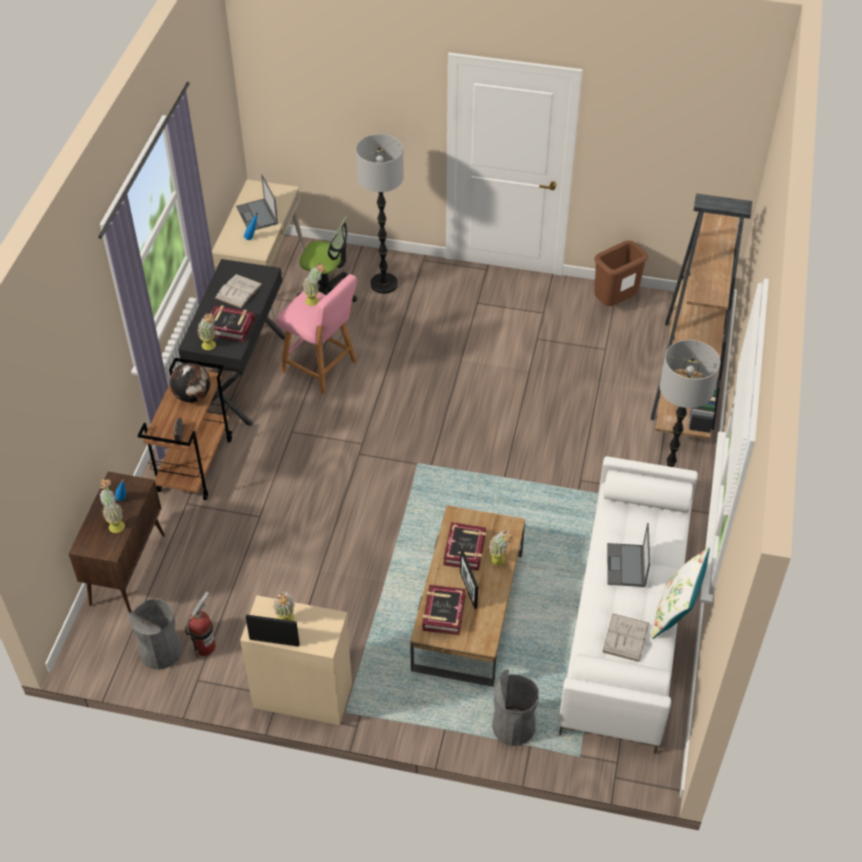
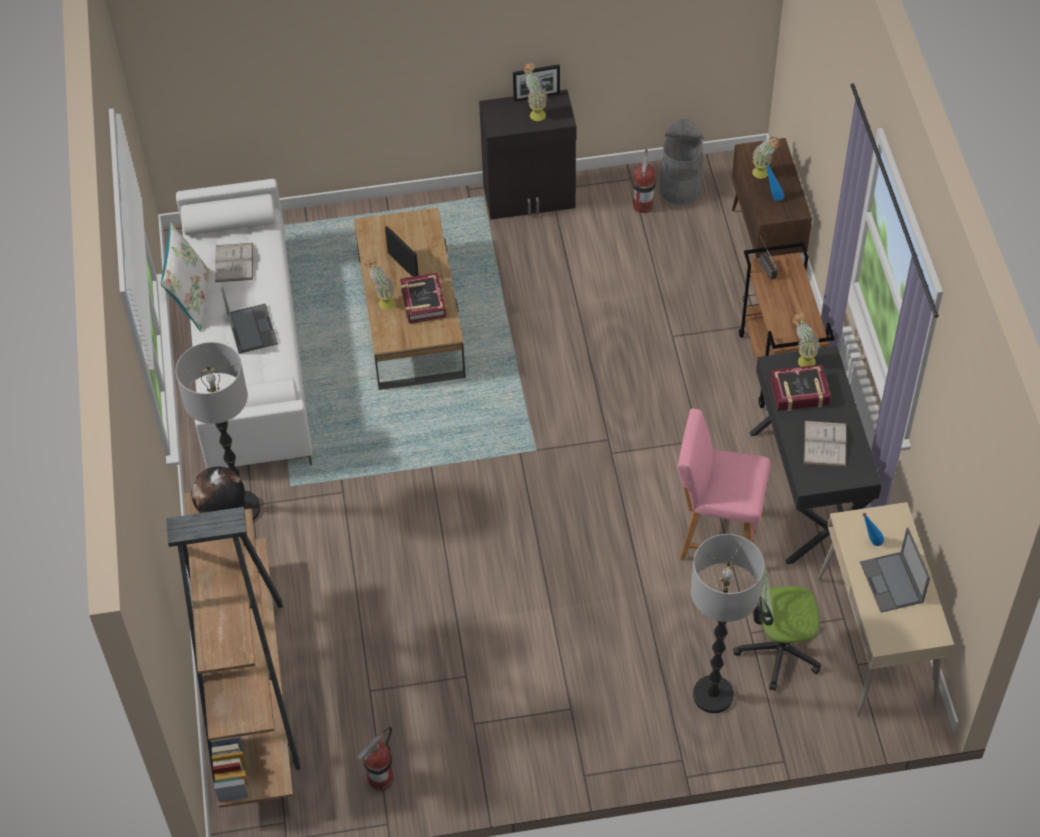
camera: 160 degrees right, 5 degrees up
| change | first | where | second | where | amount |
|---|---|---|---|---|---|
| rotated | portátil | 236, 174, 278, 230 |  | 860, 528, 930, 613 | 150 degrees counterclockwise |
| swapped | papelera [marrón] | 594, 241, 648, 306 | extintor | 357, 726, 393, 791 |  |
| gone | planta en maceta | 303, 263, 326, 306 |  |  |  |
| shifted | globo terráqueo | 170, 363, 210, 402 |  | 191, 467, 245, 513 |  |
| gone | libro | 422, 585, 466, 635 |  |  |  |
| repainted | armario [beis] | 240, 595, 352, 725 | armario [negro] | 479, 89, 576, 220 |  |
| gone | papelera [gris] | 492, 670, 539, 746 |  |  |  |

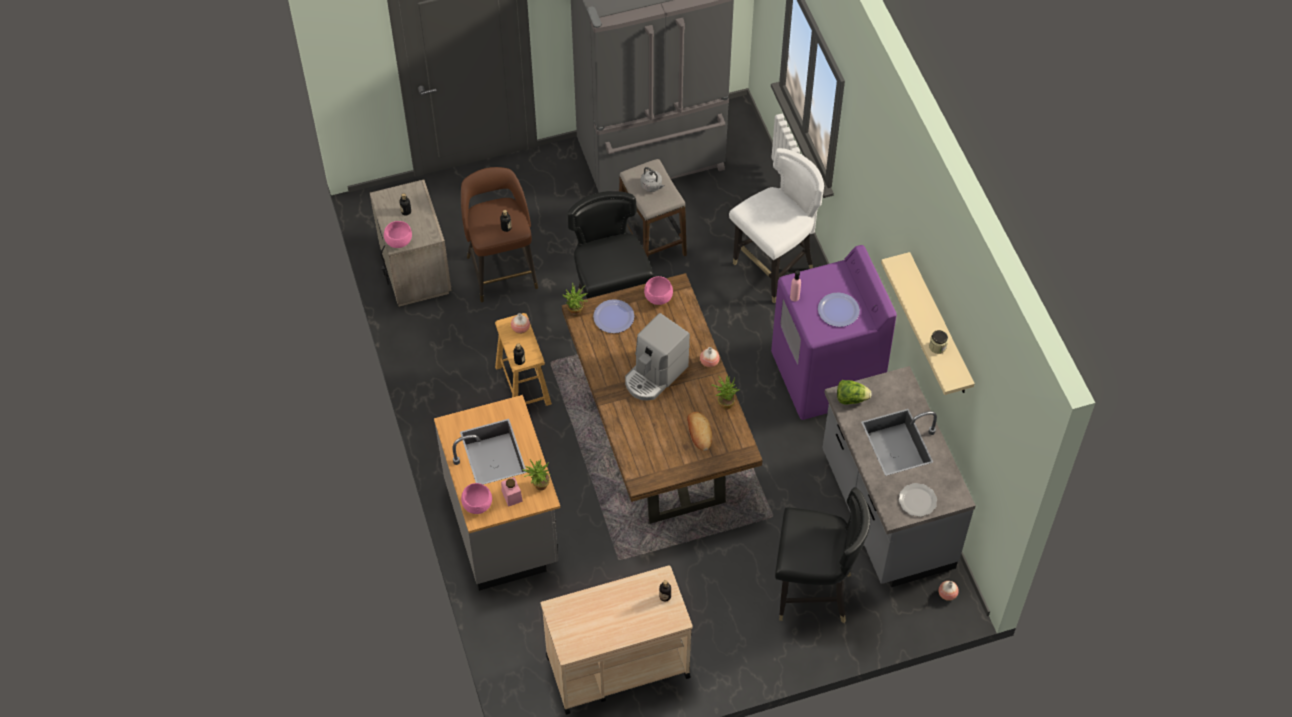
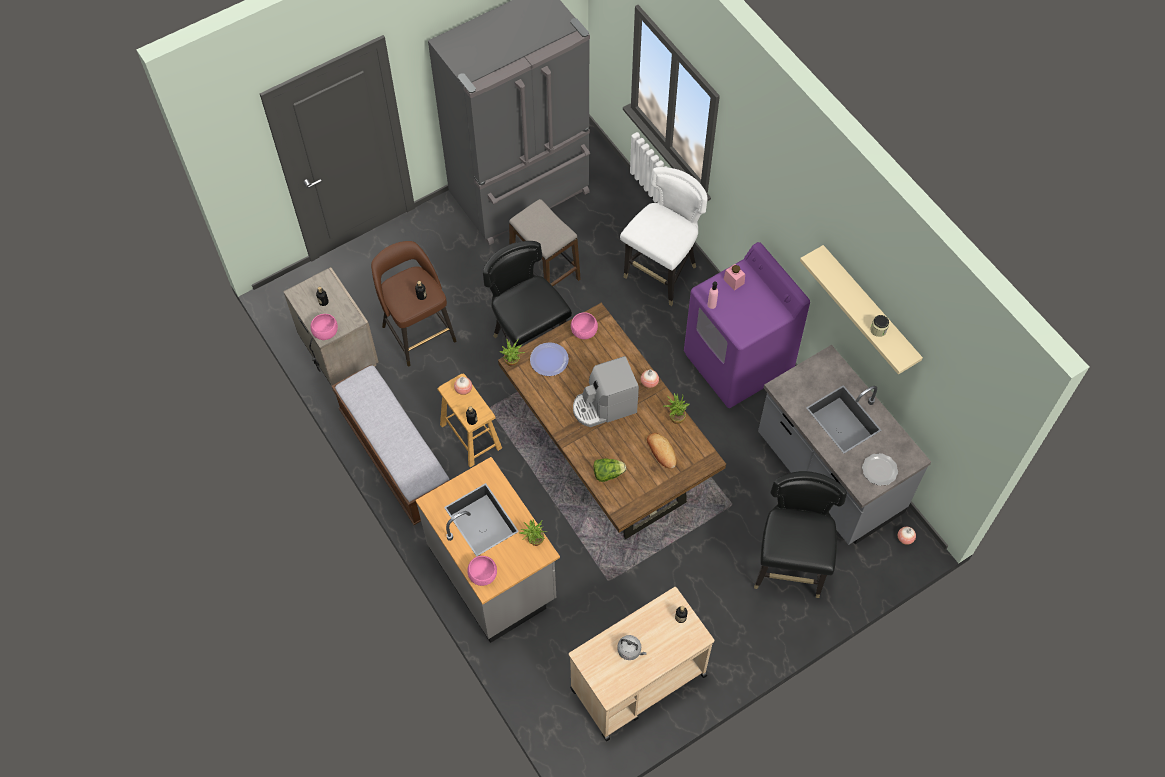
camera: 15 degrees left, 5 degrees up
| change | first | where | second | where | amount |
|---|---|---|---|---|---|
| shifted | hervidor [gris] | 641, 167, 664, 192 |  | 617, 635, 647, 660 |  |
| gone | plato | 818, 292, 860, 327 |  |  |  |
| rotated | cafetera | 625, 313, 690, 401 |  | 573, 356, 639, 427 | 45 degrees clockwise |
| shifted | lechuga | 837, 380, 872, 404 |  | 594, 458, 626, 482 |  |
| shifted | tarro [rosa] | 501, 477, 523, 507 |  | 723, 264, 745, 291 |  |
| rotated | silla [negro] | 775, 487, 870, 623 |  | 754, 471, 847, 598 | 75 degrees counterclockwise |
| new |  |  | banco | 332, 365, 450, 525 |  |

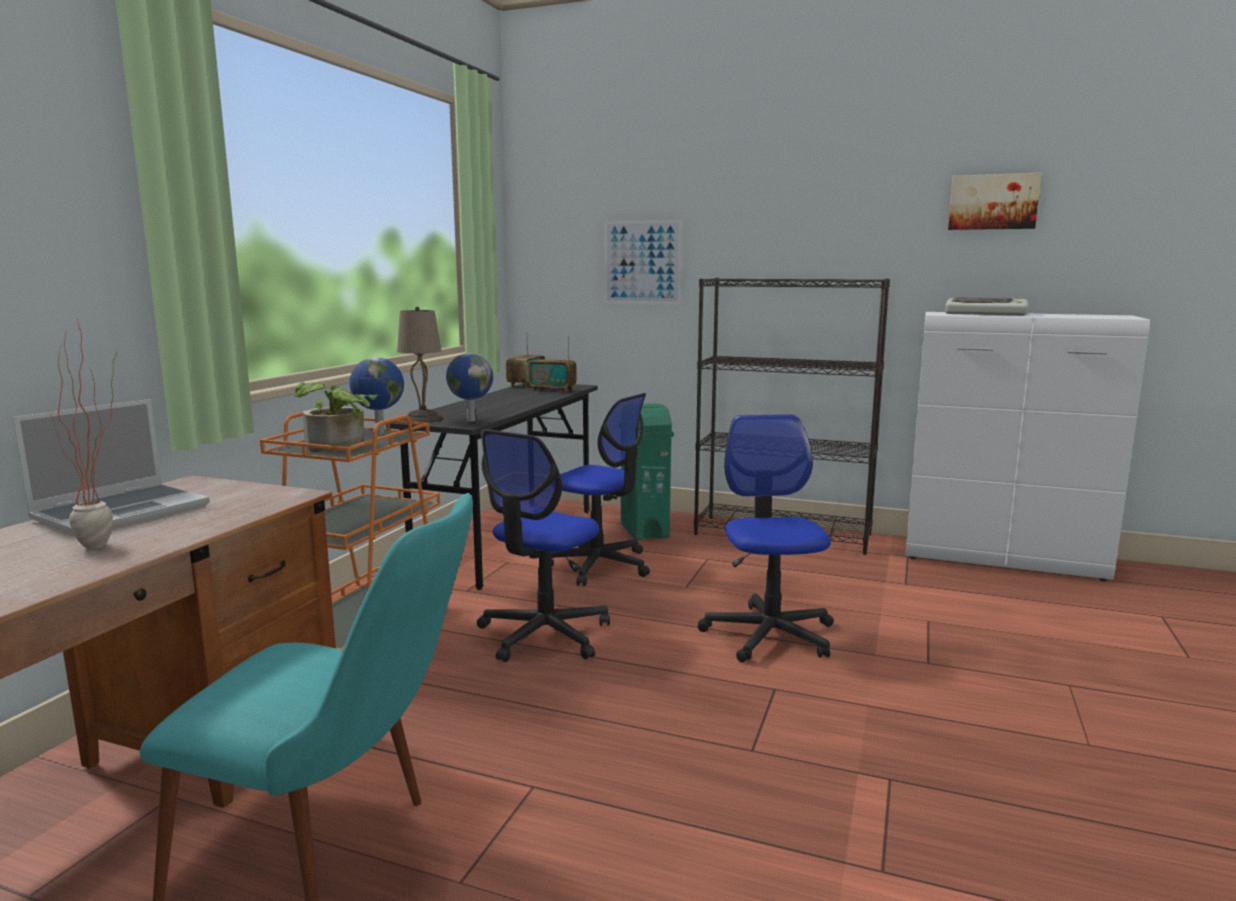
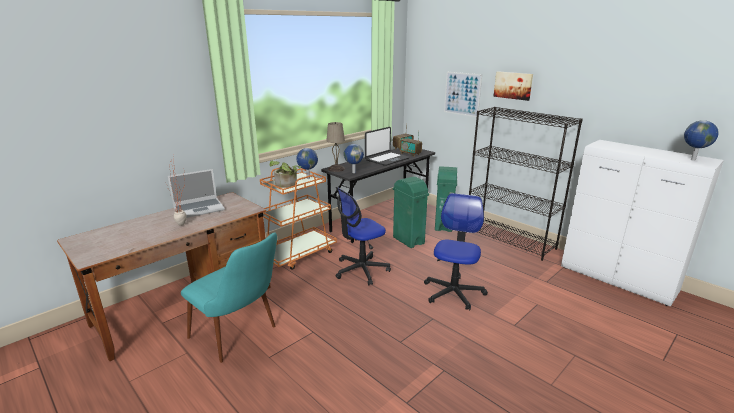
camera: 25 degrees right, 10 degrees up
| change | first | where | second | where | amount |
|---|---|---|---|---|---|
| shifted | cuadro | 948, 173, 1041, 230 |  | 493, 71, 533, 101 |  |
| gone | teclado | 945, 298, 1028, 316 |  |  |  |
| swapped | silla de oficina | 550, 393, 650, 586 | papelera [verde] | 393, 177, 429, 248 |  |
| new |  |  | globo terráqueo | 684, 120, 719, 161 |  |
| new |  |  | portátil | 365, 127, 410, 166 |  |

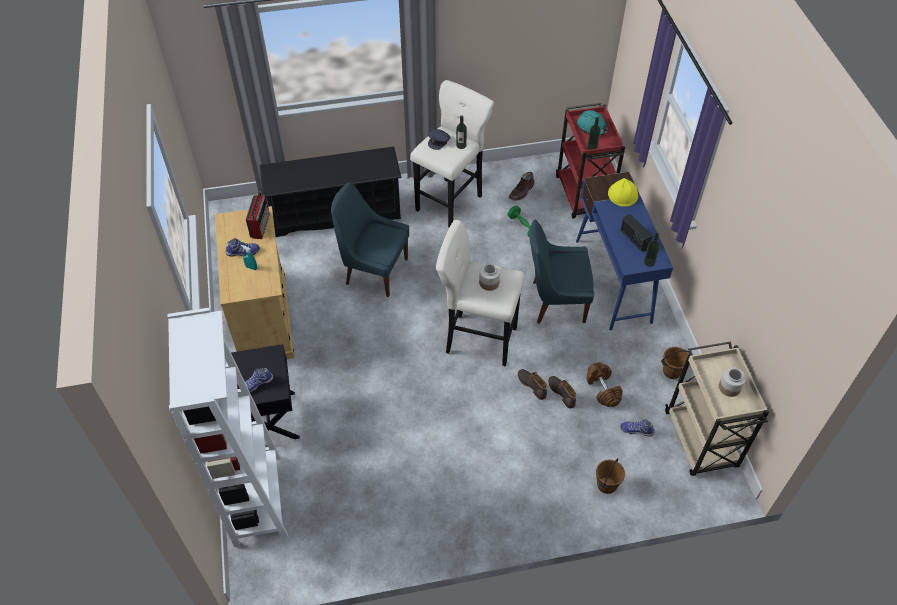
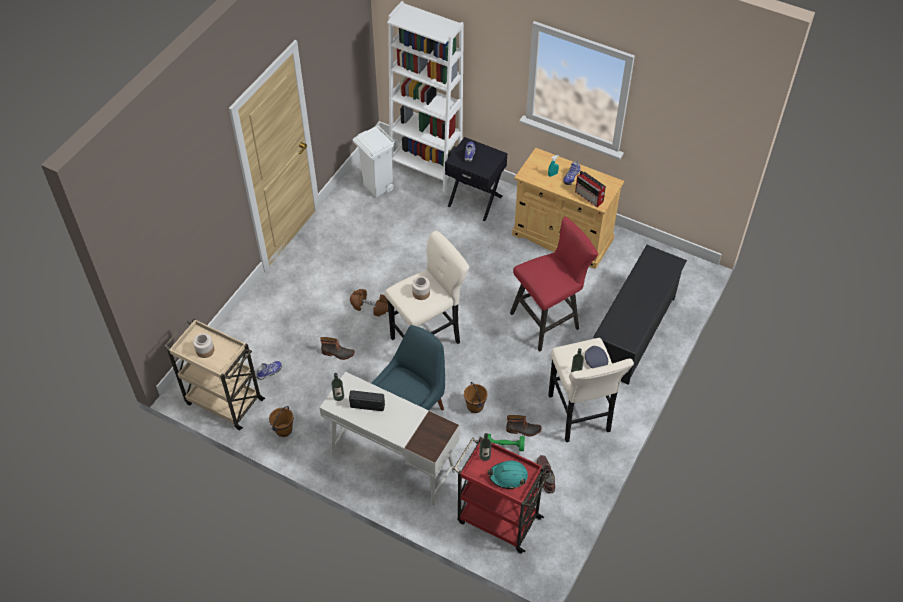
camera: 130 degrees right, 0 degrees up
| change | first | where | second | where | amount |
|---|---|---|---|---|---|
| repainted | escritorio [azul] | 576, 172, 673, 331 | escritorio [blanco] | 319, 372, 459, 506 |  |
| gone | casco [amarillo] | 608, 178, 638, 207 |  |  |  |
| swapped | silla [azul] | 331, 182, 409, 297 | taburete [rojo] | 510, 217, 598, 352 |  |
| shifted | mancuerna [marrón] | 586, 362, 623, 407 |  | 350, 289, 388, 316 |  |
| shifted | bota | 518, 369, 547, 400 |  | 506, 415, 542, 436 |  |
| shifted | cubo [marrón] | 596, 458, 625, 494 |  | 464, 382, 488, 413 |  |
| new |  |  | papelera [blanco] | 353, 125, 395, 197 |  |

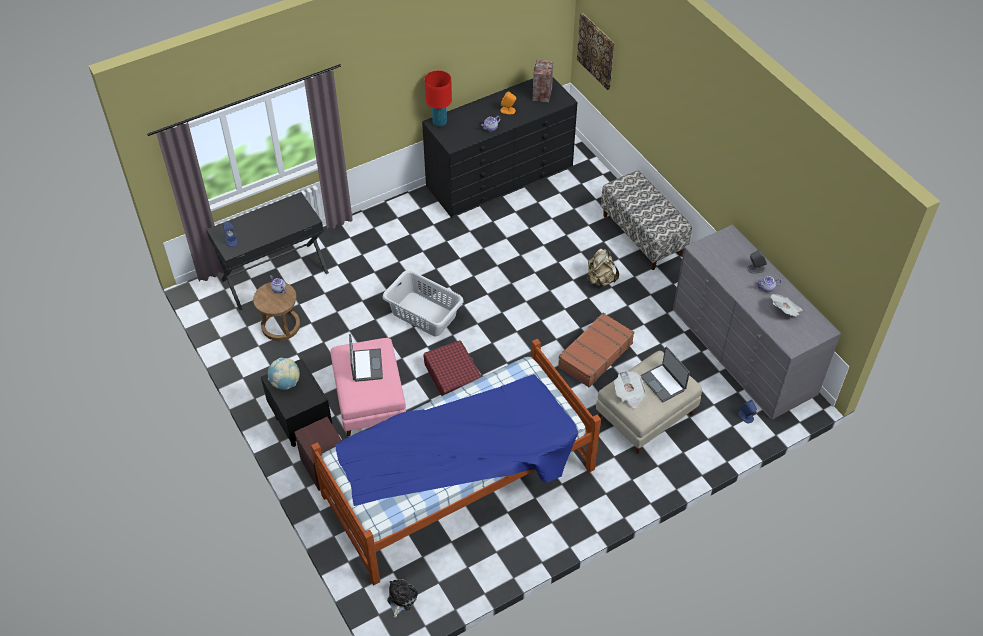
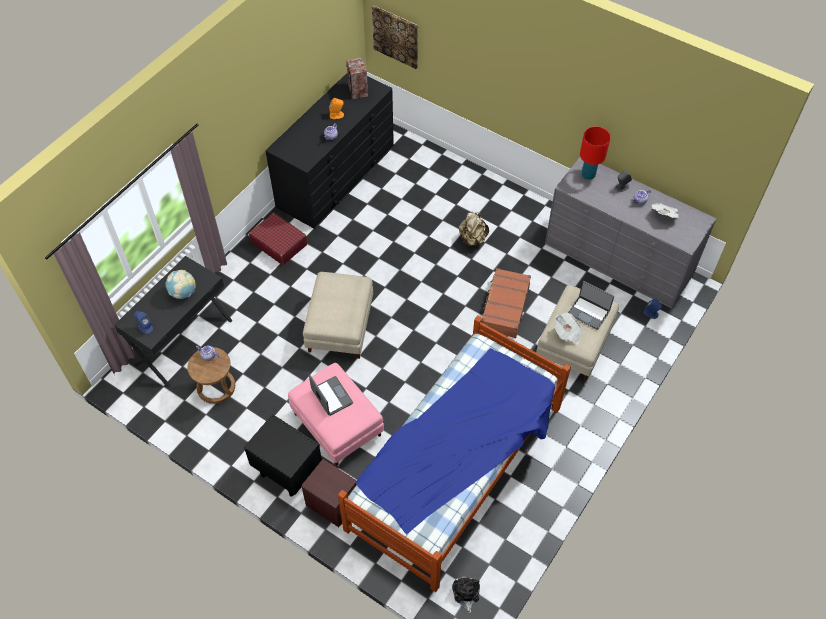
camera: 25 degrees left, 5 degrees up
| change | first | where | second | where | amount |
|---|---|---|---|---|---|
| shifted | lámpara de mesa [rojo] | 425, 70, 452, 127 |  | 580, 127, 611, 180 |  |
| gone | banco | 601, 170, 692, 270 |  |  |  |
| swapped | cesto de la ropa [gris] | 383, 270, 464, 336 | puf [beis] | 303, 272, 373, 359 |  |
| shifted | maleta [rojo] | 424, 340, 482, 396 |  | 249, 213, 307, 265 |  |
| shifted | globo terráqueo | 268, 358, 300, 390 |  | 166, 270, 196, 299 |  |

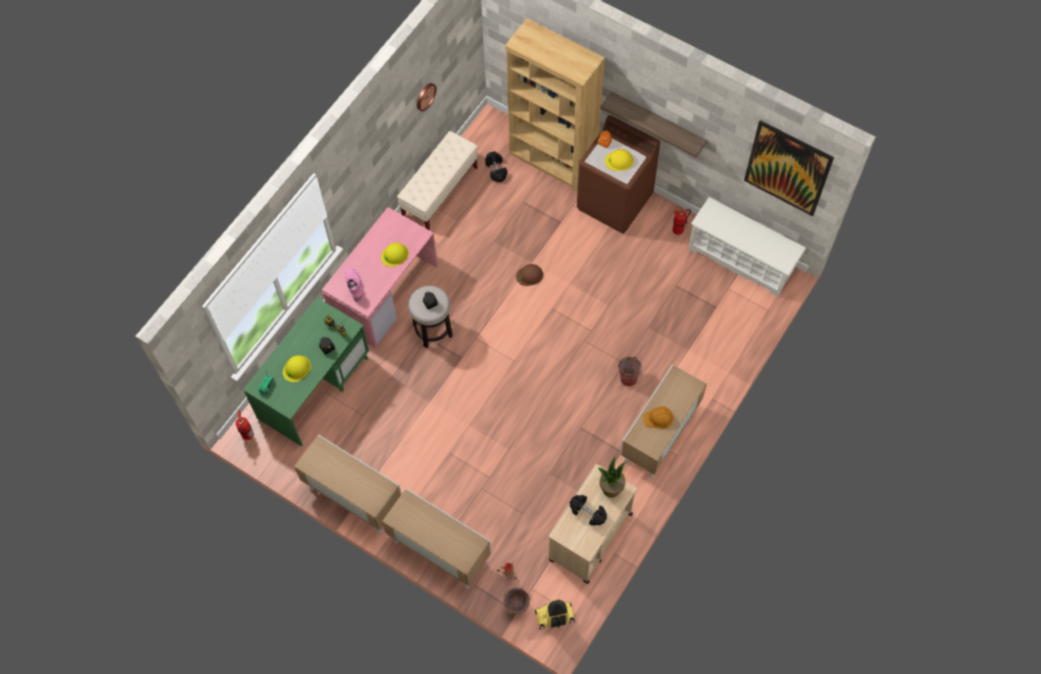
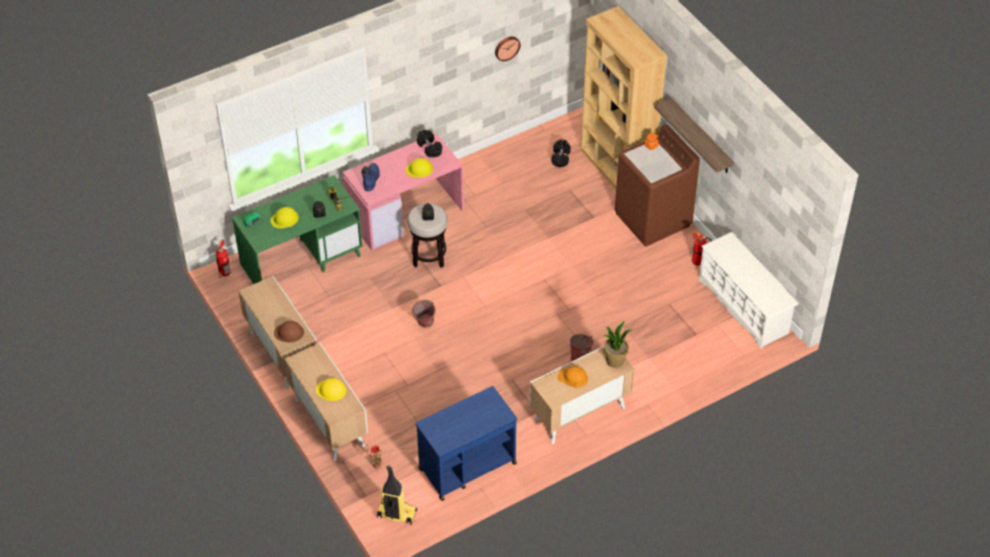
camera: 25 degrees right, 15 degrees down
| change | first | where | second | where | amount |
|---|---|---|---|---|---|
| gone | cuadro | 744, 120, 834, 216 |  |  |  |
| gone | banco [beis] | 397, 131, 478, 230 |  |  |  |
| shifted | casco [amarillo] | 605, 149, 634, 171 |  | 316, 378, 346, 401 |  |
| shifted | casco [marrón] | 516, 264, 543, 286 |  | 274, 321, 304, 343 |  |
| repainted | bota [rosa] | 345, 268, 363, 302 | bota [azul] | 361, 163, 380, 191 |  |
| shifted | planta en maceta | 598, 457, 626, 498 |  | 604, 321, 633, 368 |  |
| repainted | carrito [beis] | 548, 464, 637, 584 | carrito [azul] | 416, 386, 517, 501 |  |
| shifted | mancuerna [negro] | 569, 495, 607, 526 |  | 417, 130, 442, 158 |  |
| shifted | cubo | 503, 587, 530, 614 |  | 411, 300, 435, 328 |  |

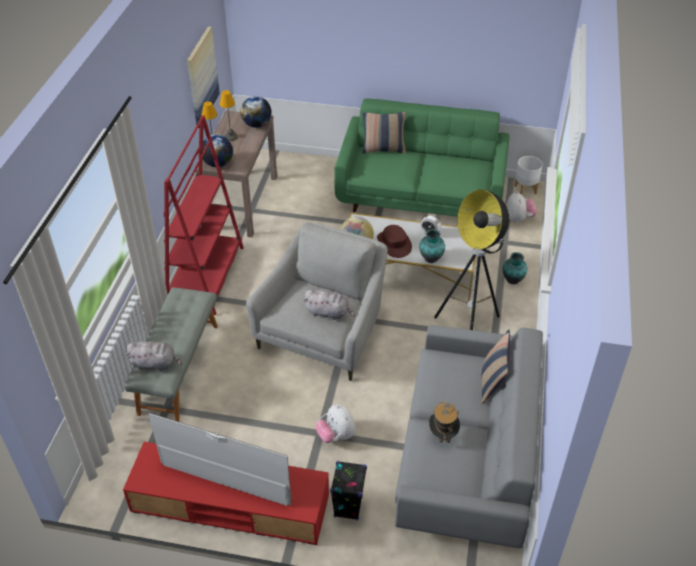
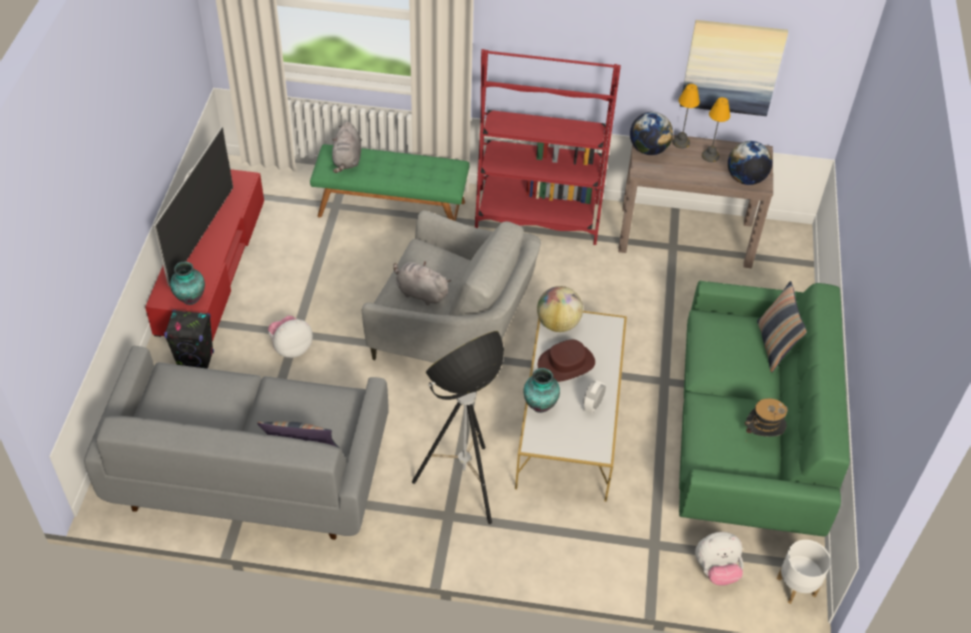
camera: 85 degrees right, 5 degrees up
| change | first | where | second | where | amount |
|---|---|---|---|---|---|
| shifted | florero | 503, 252, 527, 284 |  | 170, 261, 205, 305 |  |
| repainted | banco [gris] | 124, 287, 218, 422 | banco [verde] | 310, 144, 470, 221 |  |
| rotated | peluche [gris] | 304, 289, 355, 320 |  | 393, 261, 451, 305 | 105 degrees clockwise |
| shifted | sombrero | 429, 402, 460, 445 |  | 745, 398, 788, 440 |  |

